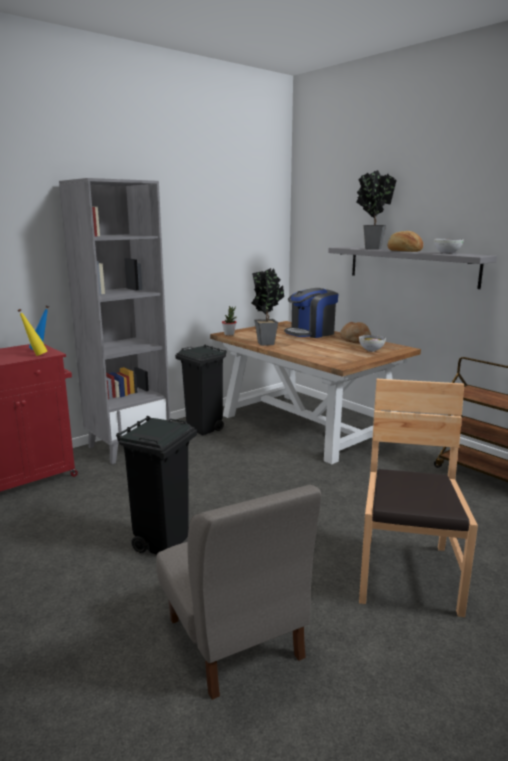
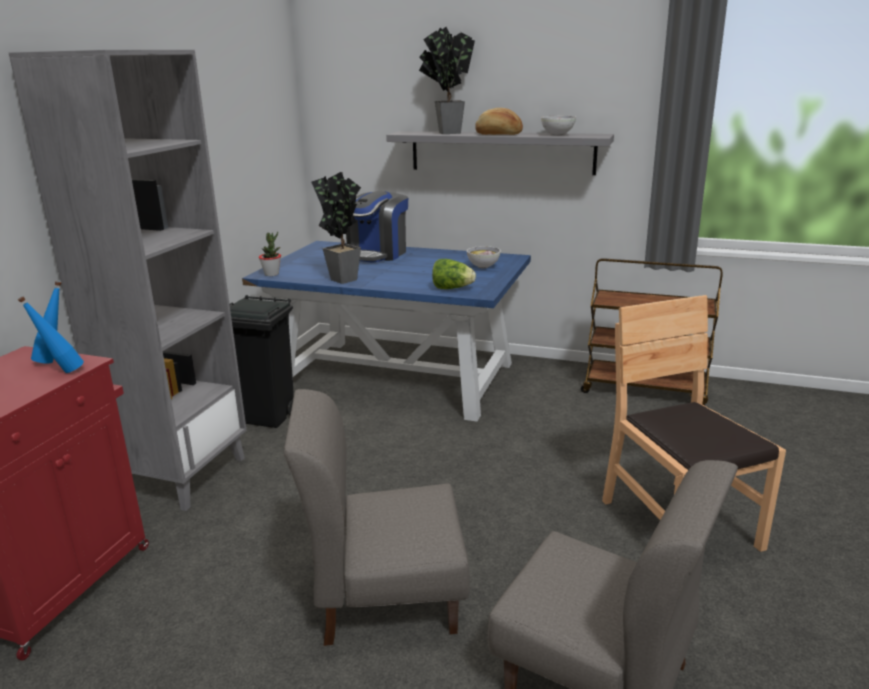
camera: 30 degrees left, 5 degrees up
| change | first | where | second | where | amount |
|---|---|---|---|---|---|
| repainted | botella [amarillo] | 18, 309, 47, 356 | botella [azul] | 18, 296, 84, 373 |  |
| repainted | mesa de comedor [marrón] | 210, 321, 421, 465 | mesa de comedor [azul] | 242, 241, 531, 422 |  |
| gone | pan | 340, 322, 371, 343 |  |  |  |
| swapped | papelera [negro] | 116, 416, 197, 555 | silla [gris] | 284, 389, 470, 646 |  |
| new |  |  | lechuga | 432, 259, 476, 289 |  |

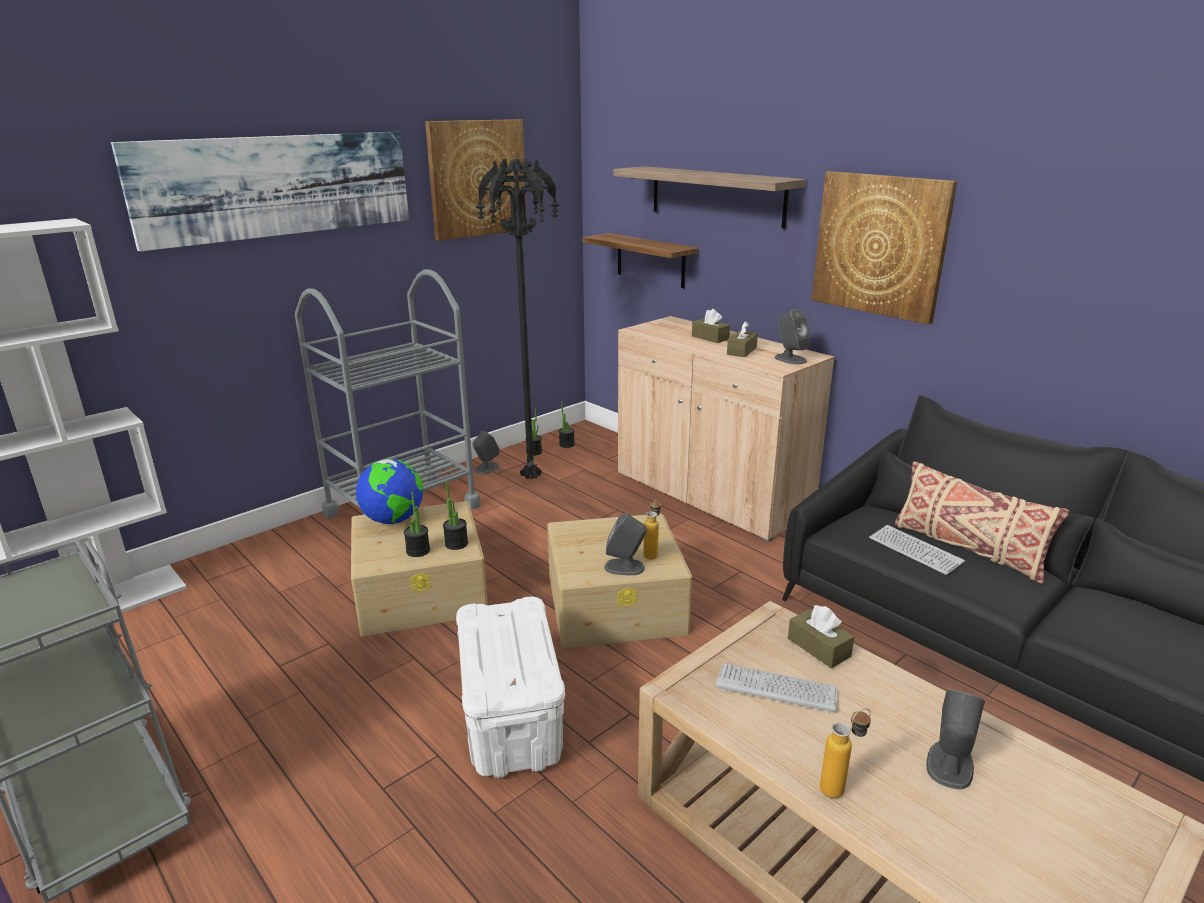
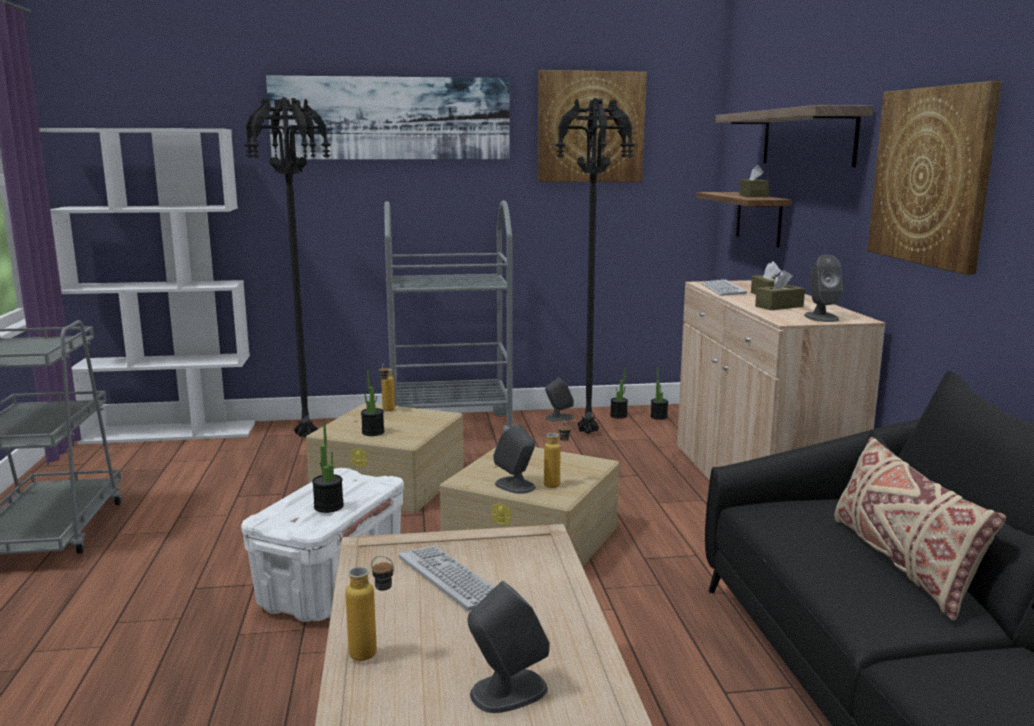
camera: 35 degrees right, 10 degrees down
| change | first | where | second | where | amount |
|---|---|---|---|---|---|
| swapped | globo terráqueo | 356, 459, 423, 524 | botella | 379, 363, 395, 411 |  |
| shifted | planta en maceta | 443, 480, 468, 550 |  | 312, 422, 344, 513 |  |
| shifted | teclado | 869, 525, 965, 575 |  | 702, 279, 747, 296 |  |
| shifted | caja de pañuelos [marrón] | 788, 605, 854, 668 |  | 740, 164, 769, 197 |  |
| new |  |  | lámpara de pie [negro] | 244, 97, 331, 437 |  |

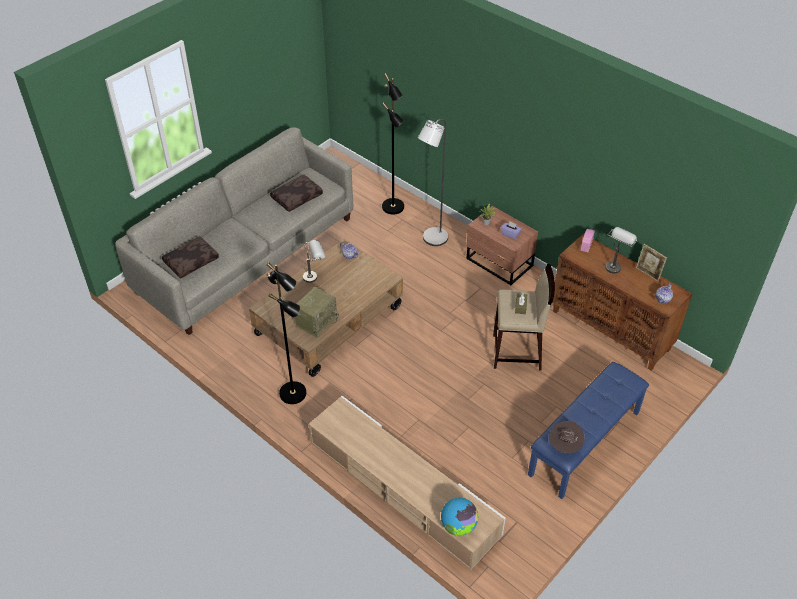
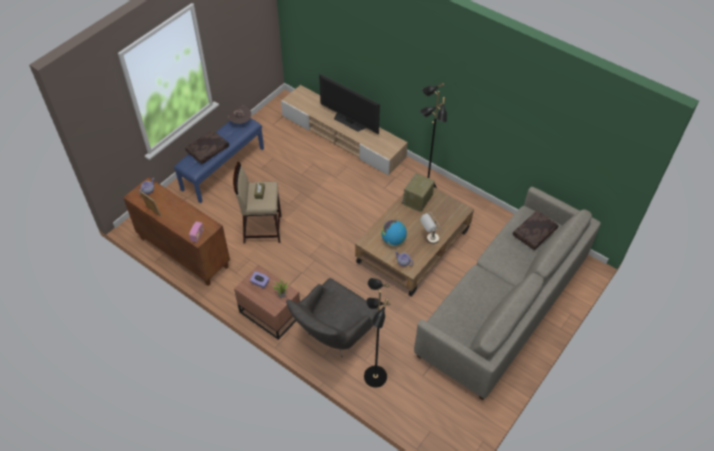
camera: 175 degrees right, 5 degrees up
| change | first | where | second | where | amount |
|---|---|---|---|---|---|
| swapped | lámpara de pie [gris] | 418, 119, 448, 246 | sillón [gris] | 286, 278, 378, 357 |  |
| shifted | cojín [marrón] | 270, 175, 323, 212 |  | 185, 130, 229, 164 |  |
| gone | lámpara de mesa [gris] | 606, 227, 638, 274 |  |  |  |
| shifted | globo terráqueo | 441, 497, 479, 536 |  | 381, 220, 407, 246 |  |
| new |  |  | televisor | 319, 74, 380, 134 |  |

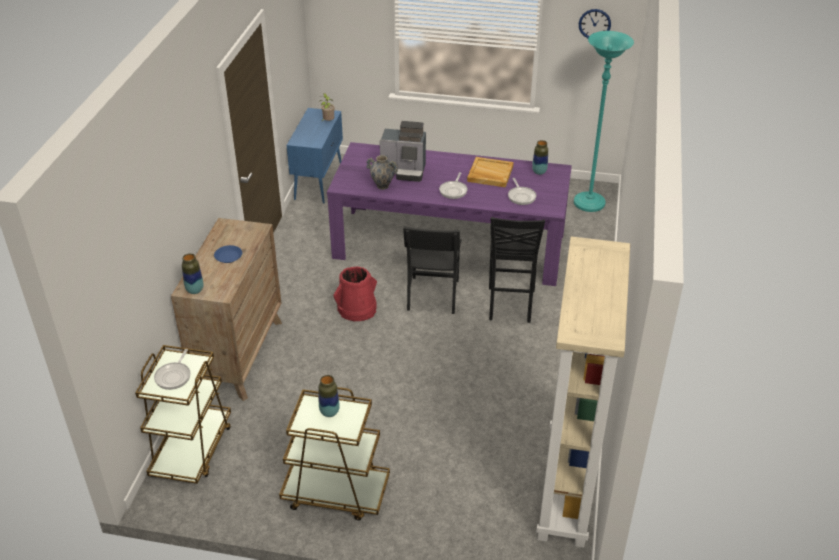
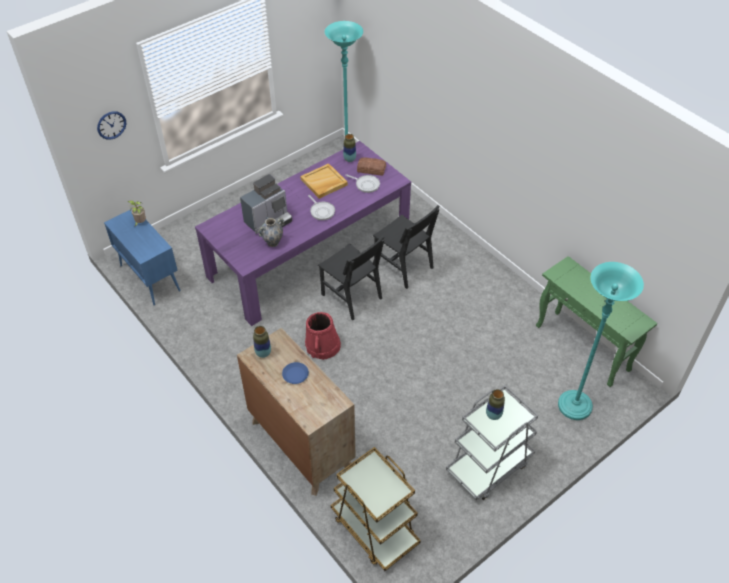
camera: 50 degrees left, 10 degrees up
| change | first | where | second | where | amount |
|---|---|---|---|---|---|
| shifted | reloj de pared | 579, 9, 611, 38 |  | 97, 111, 126, 140 |  |
| swapped | taburete [negro] | 489, 217, 545, 323 | silla [negro] | 373, 205, 440, 289 |  |
| swapped | estantería [beis] | 536, 236, 630, 548 | mesa consola [verde] | 536, 256, 657, 387 |  |
| shifted | florero | 182, 253, 204, 294 |  | 253, 326, 271, 358 |  |
| gone | sartén | 154, 349, 191, 390 |  |  |  |
| repainted | carrito [marrón] | 279, 387, 390, 521 | carrito [gris] | 446, 386, 538, 500 |  |
| new |  |  | pan | 357, 158, 386, 175 |  |
| new |  |  | lámpara de pie [turquesa] | 558, 262, 644, 420 |  |

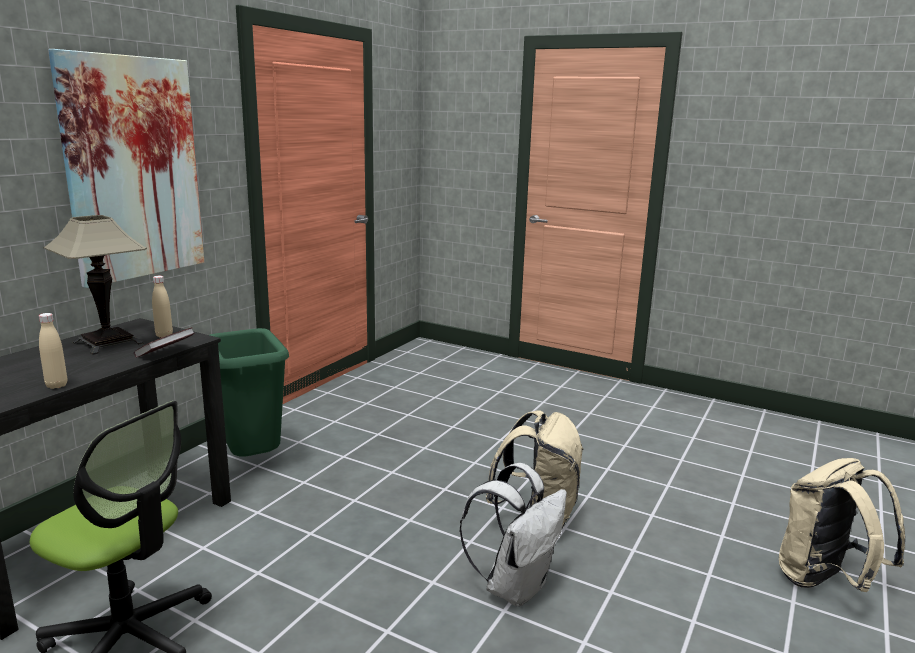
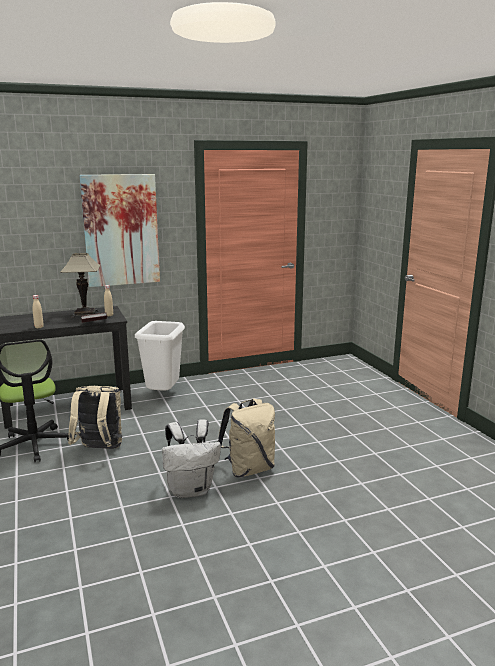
camera: 40 degrees right, 0 degrees up
| change | first | where | second | where | amount |
|---|---|---|---|---|---|
| repainted | papelera [verde] | 210, 328, 289, 457 | papelera [blanco] | 135, 321, 185, 391 |  |
| shifted | mochila [beis] | 779, 458, 905, 592 |  | 68, 386, 122, 449 |  |

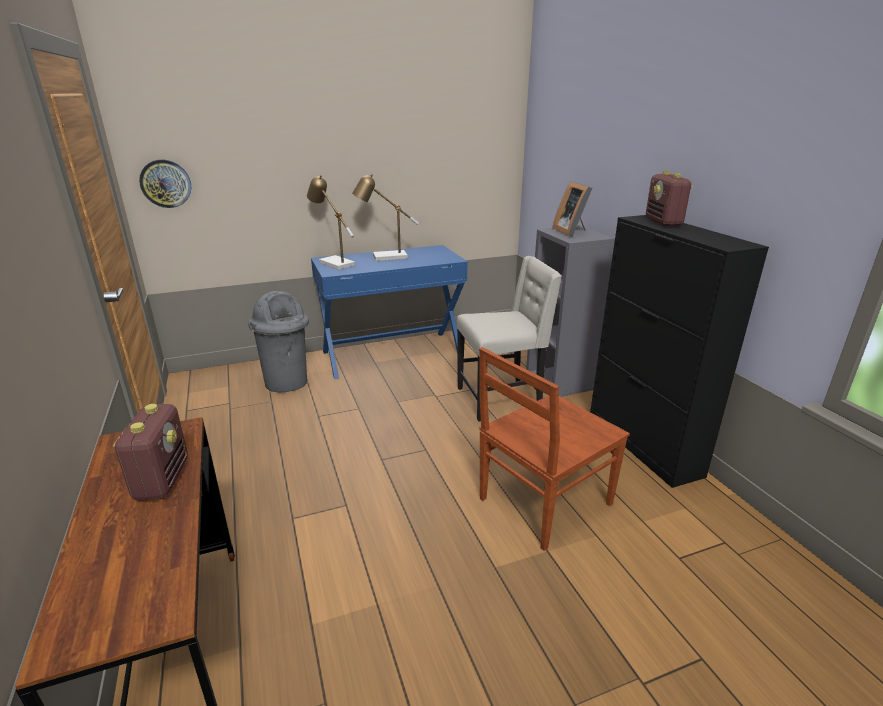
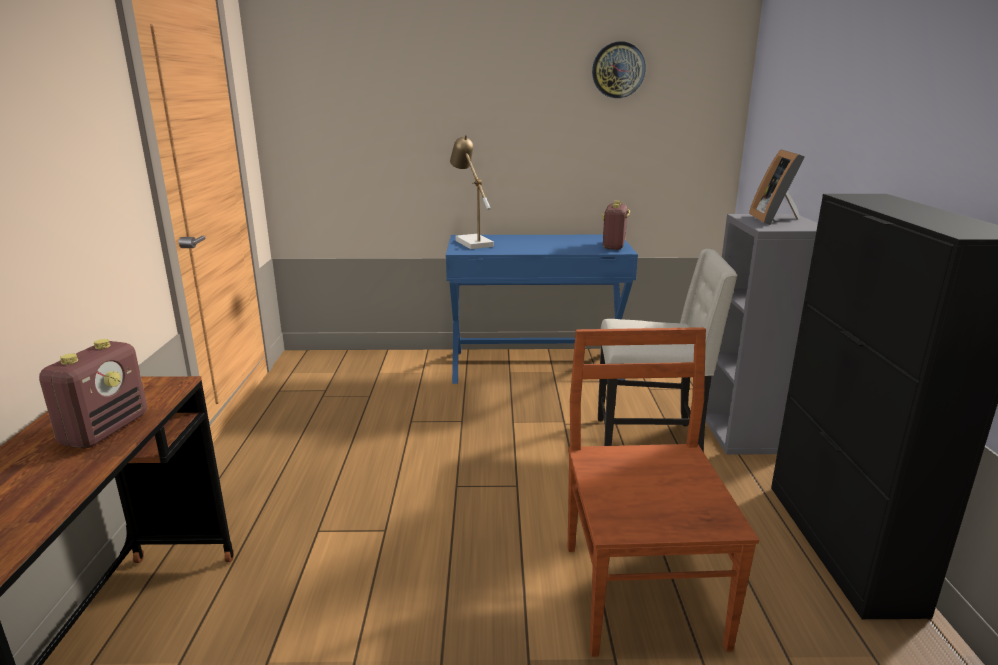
camera: 20 degrees right, 5 degrees down
| change | first | where | second | where | amount |
|---|---|---|---|---|---|
| shifted | reloj de pared | 139, 160, 191, 208 |  | 592, 41, 646, 98 |  |
| shifted | radio | 646, 171, 693, 226 |  | 602, 201, 630, 250 |  |
| gone | lámpara de mesa | 352, 174, 419, 261 |  |  |  |
| gone | papelera [gris] | 248, 291, 309, 392 |  |  |  |
| rotated | silla [marrón] | 479, 347, 630, 551 |  | 568, 327, 759, 657 | 105 degrees clockwise |

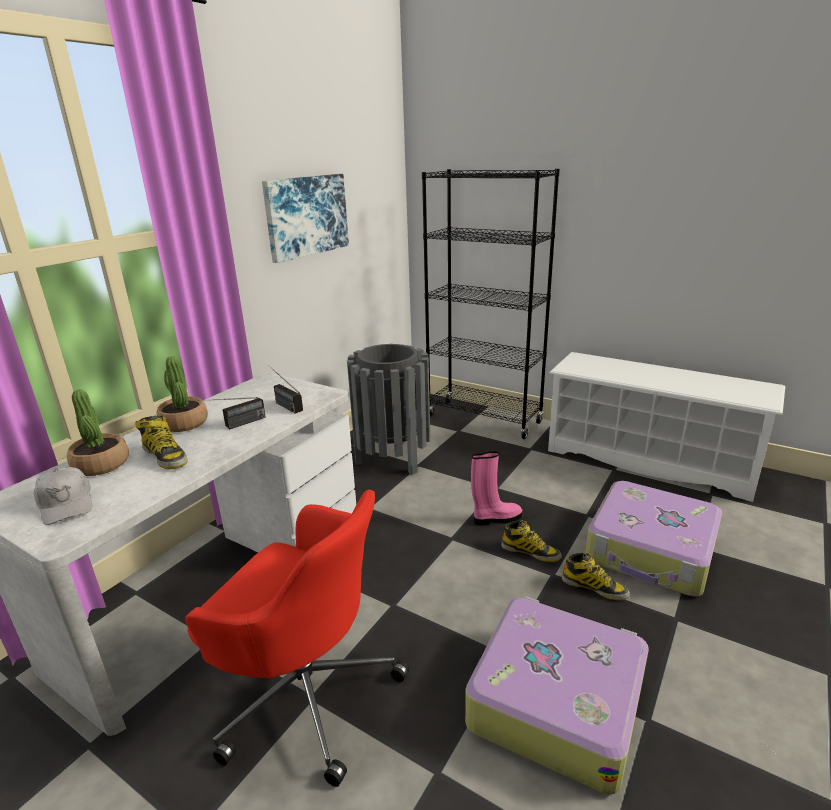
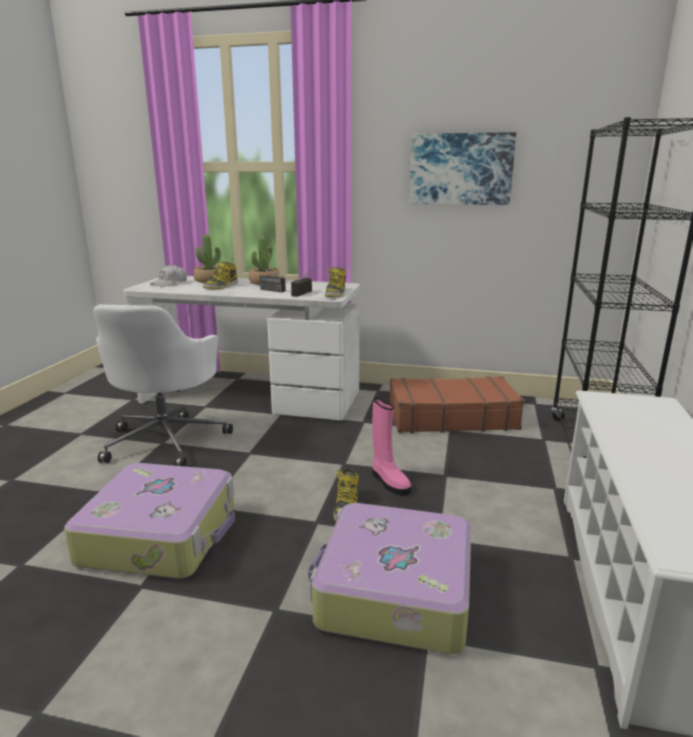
camera: 70 degrees right, 5 degrees down
| change | first | where | second | where | amount |
|---|---|---|---|---|---|
| swapped | papelera [gris] | 347, 344, 430, 475 | maleta [marrón] | 389, 376, 525, 433 |  |
| repainted | silla de oficina [rojo] | 185, 490, 409, 787 | silla de oficina [blanco] | 93, 304, 233, 467 |  |
| shifted | bota | 562, 552, 630, 600 |  | 325, 267, 346, 297 |  |

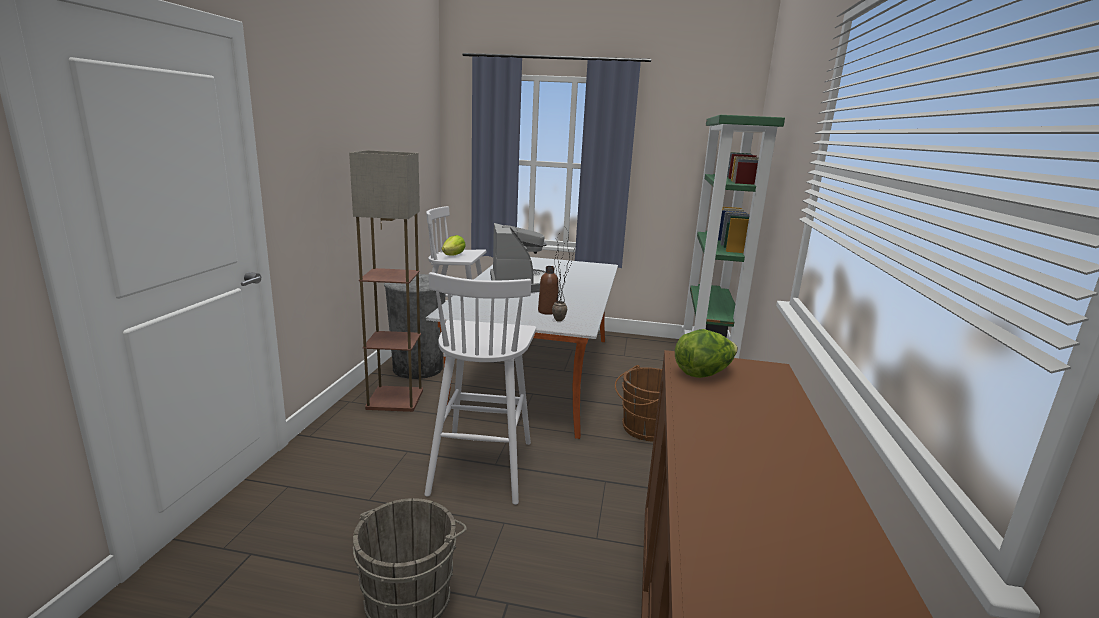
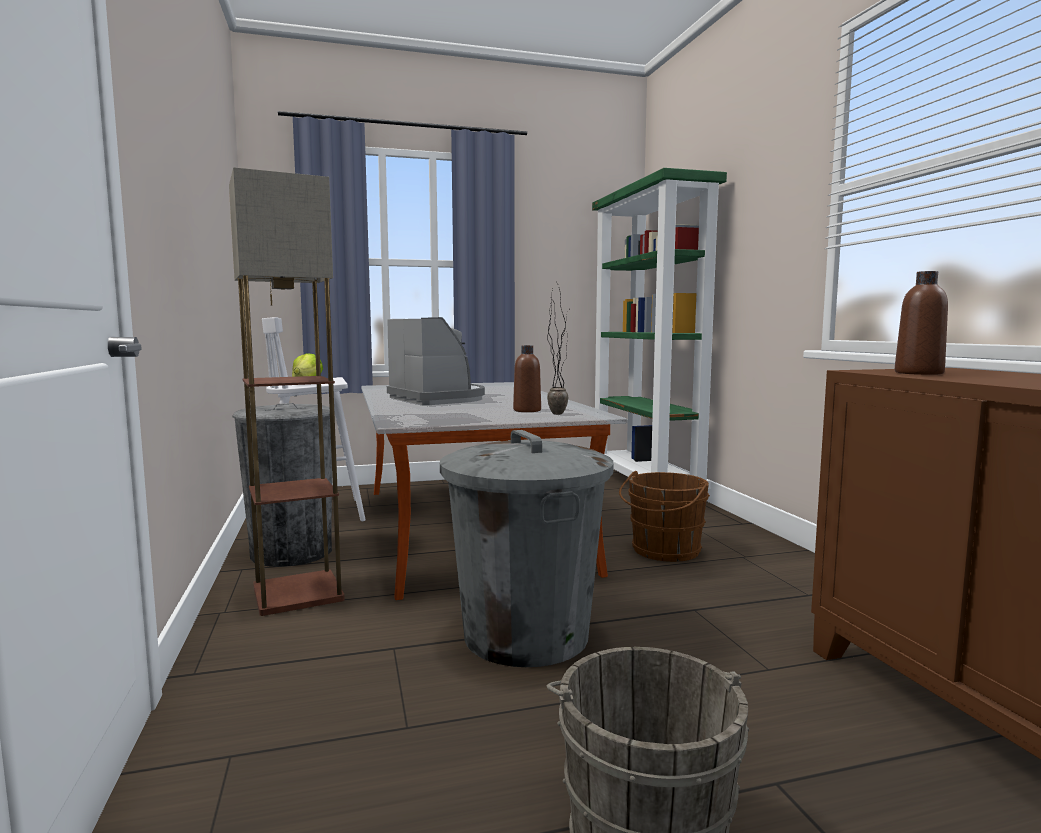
camera: 25 degrees left, 10 degrees down
| change | first | where | second | where | amount |
|---|---|---|---|---|---|
| swapped | taburete [blanco] | 425, 272, 536, 505 | papelera [gris] | 440, 430, 614, 667 |  |
| swapped | lechuga | 675, 329, 738, 378 | botella [marrón] | 895, 271, 948, 375 |  |

